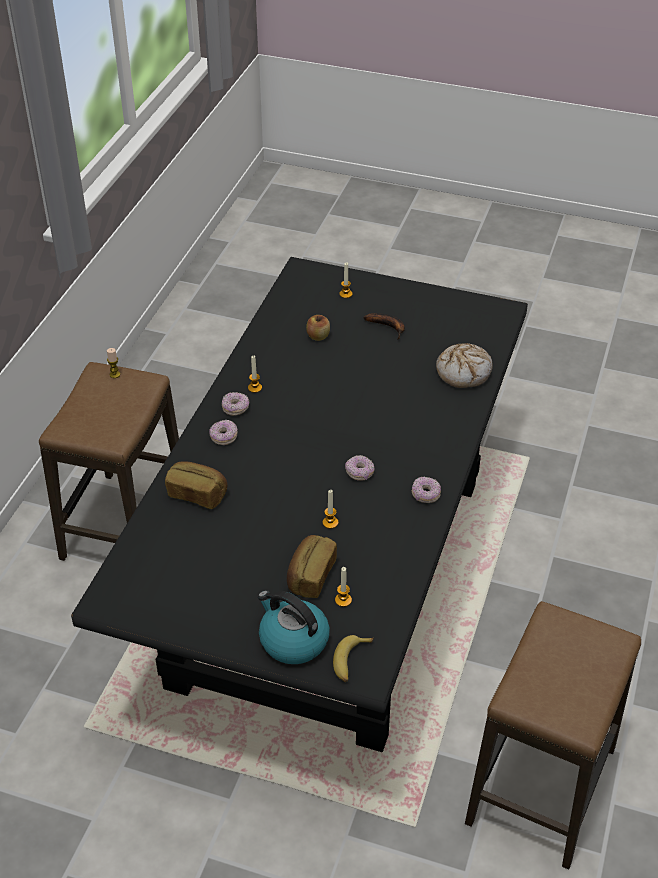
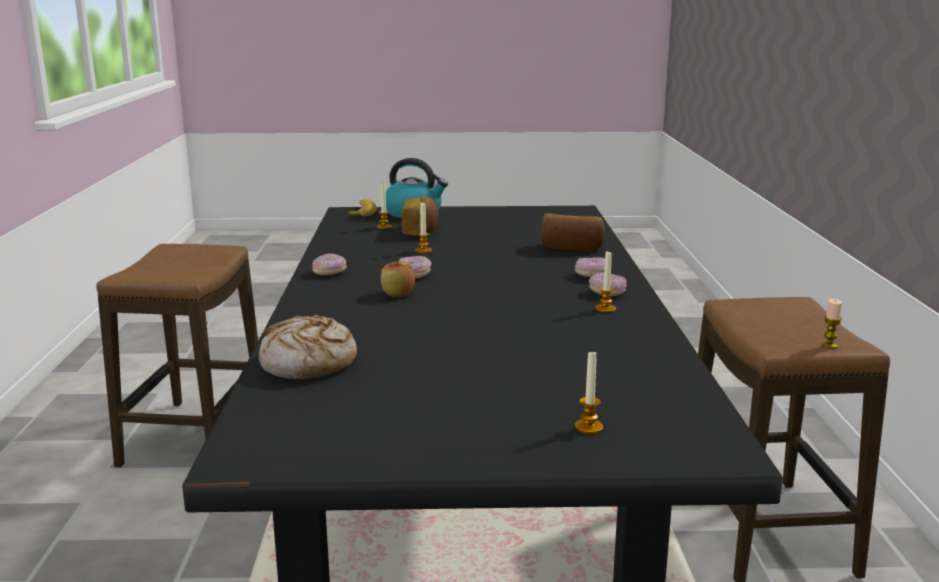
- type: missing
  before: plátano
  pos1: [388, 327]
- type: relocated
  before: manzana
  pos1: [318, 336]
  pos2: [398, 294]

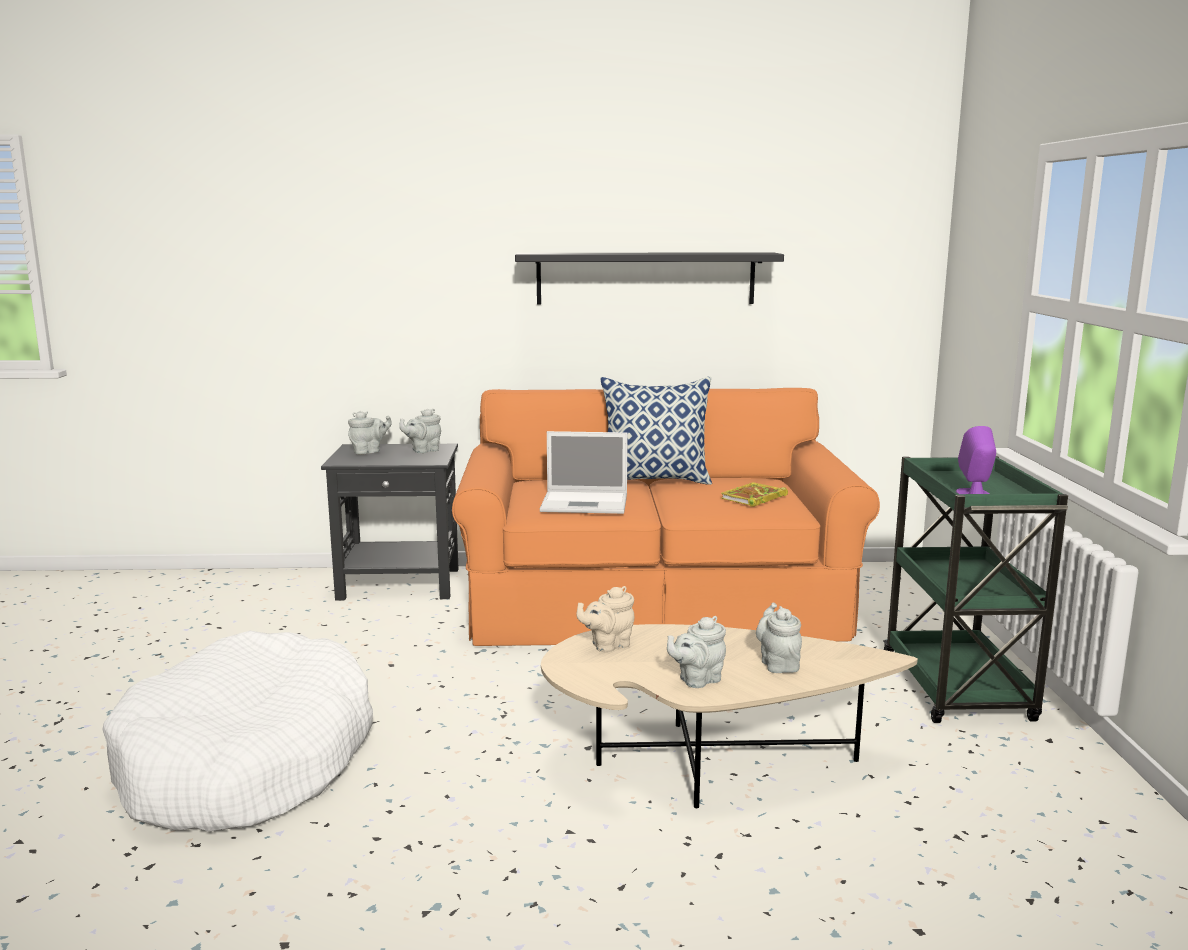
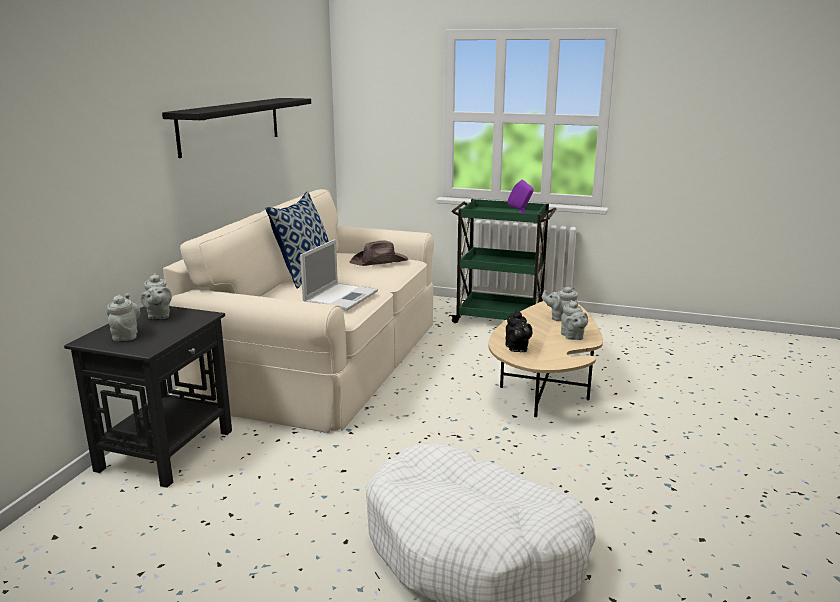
- type: colour
  before: sofá (naranja)
  after: sofá (beis)
  pos1: [655, 602]
  pos2: [324, 359]
- type: exchanged
  before: libro
  after: sombrero (marrón)
  pos1: [753, 498]
  pos2: [379, 261]
- type: colour
  before: tetera (beis)
  after: tetera (negro)
  pos1: [608, 645]
  pos2: [517, 349]

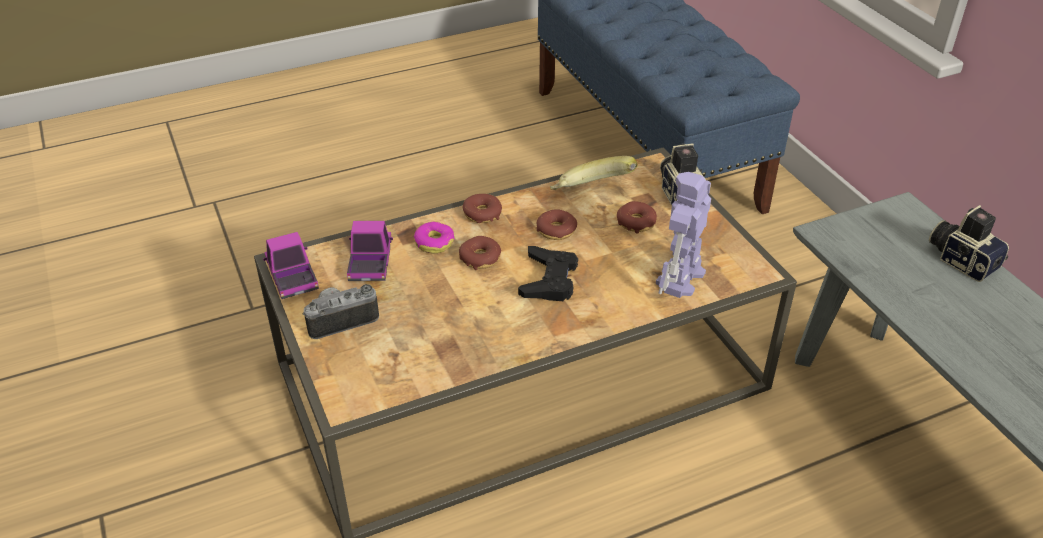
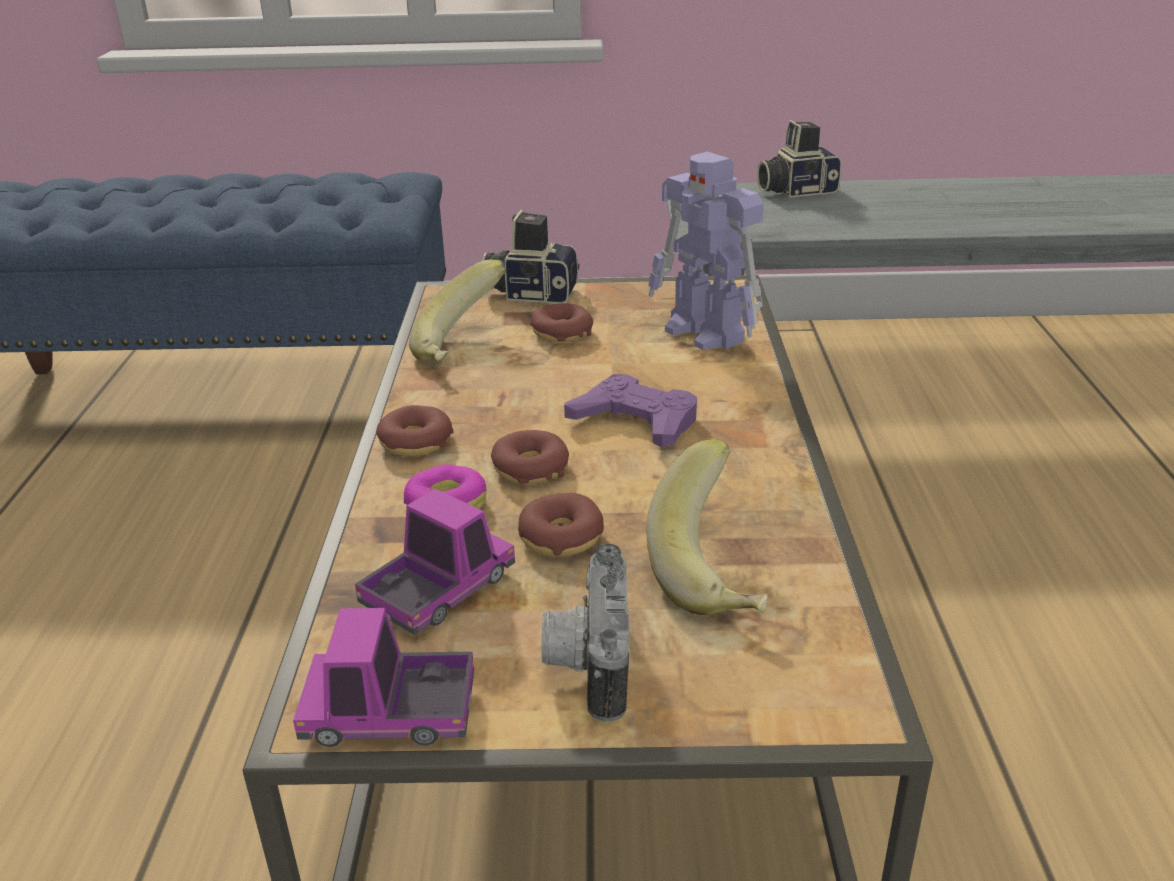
- type: relocated
  before: rosquilla
  pos1: [556, 230]
  pos2: [561, 537]
- type: spun
  before: camión de juguete
  pos1: [370, 263]
  pos2: [439, 591]
  turn: 105
- type: colour
  before: mando de consola (negro)
  after: mando de consola (morado)
  pos1: [549, 280]
  pos2: [635, 421]
- type: appeared
  after: plátano
  pos2: [718, 572]

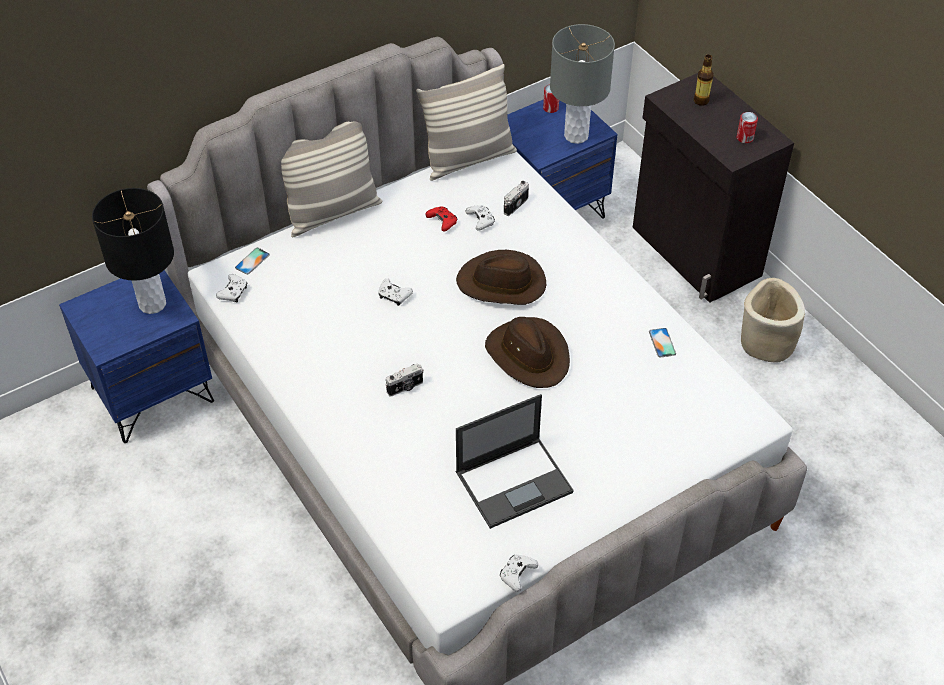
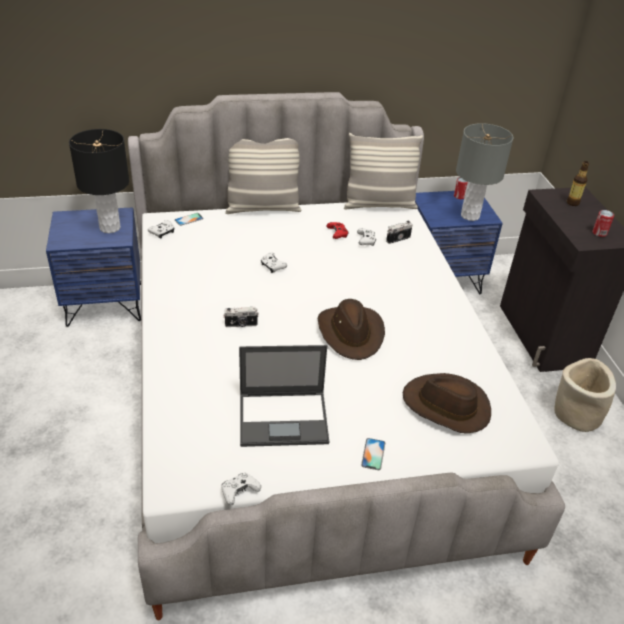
- type: relocated
  before: sombrero (marrón)
  pos1: [502, 283]
  pos2: [446, 406]
- type: relocated
  before: móvil
  pos1: [662, 343]
  pos2: [373, 454]

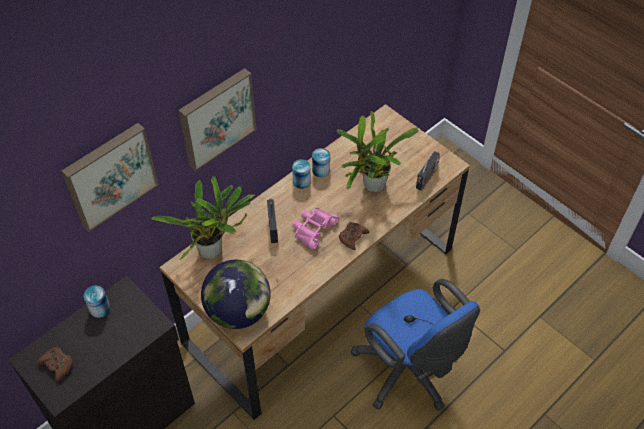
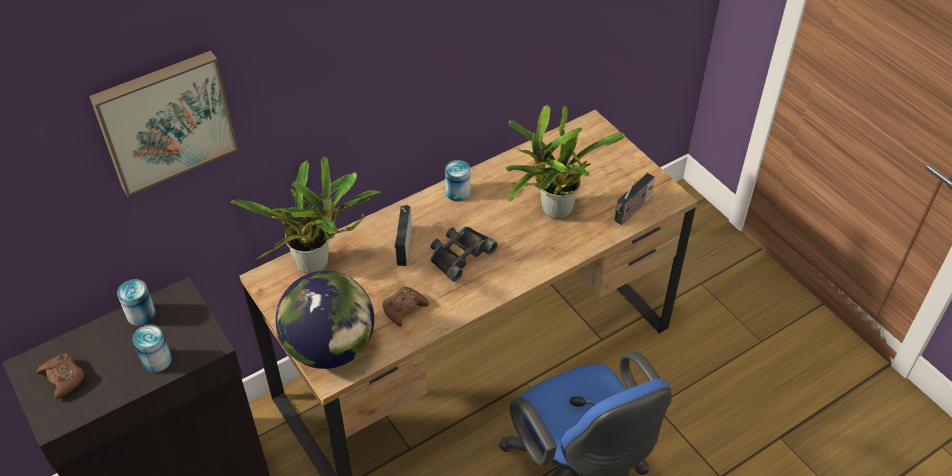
- type: missing
  before: cuadro
  pos1: [216, 117]
- type: relocated
  before: lata
  pos1: [321, 170]
  pos2: [157, 360]
- type: colour
  before: prismáticos (rosa)
  after: prismáticos (negro)
  pos1: [313, 228]
  pos2: [459, 254]
- type: relocated
  before: mando de consola (marrón)
  pos1: [353, 237]
  pos2: [404, 309]

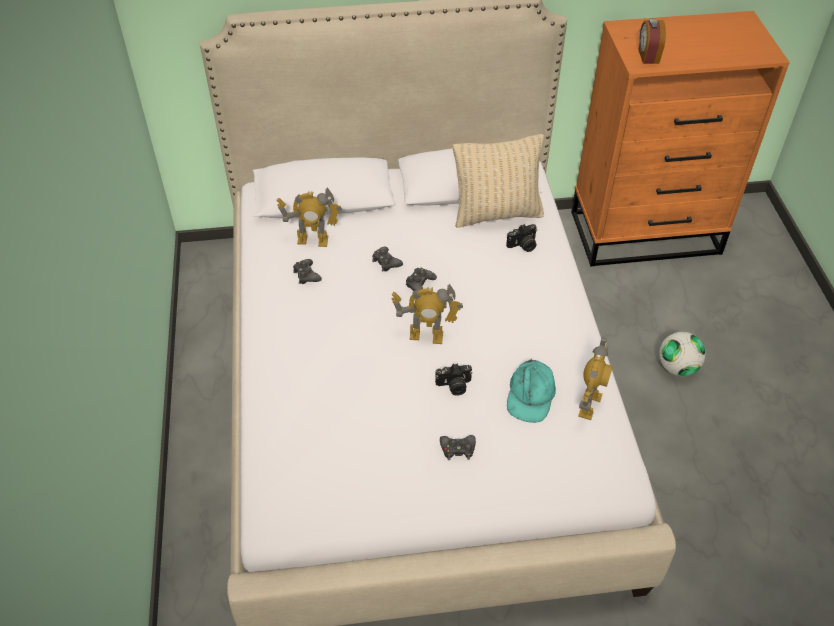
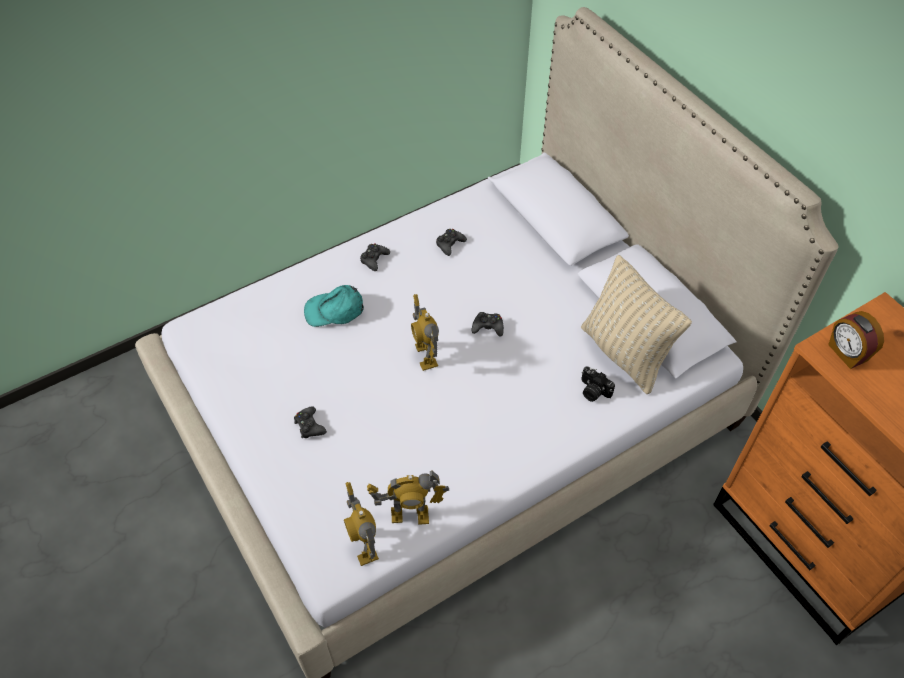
- type: spun
  before: despertador
  pos1: [648, 56]
  pos2: [846, 353]
  turn: -90
- type: relocated
  before: robot de juguete
  pos1: [313, 240]
  pos2: [364, 546]
- type: relocated
  before: mando de consola (negro)
  pos1: [386, 262]
  pos2: [374, 259]
- type: missing
  before: balón de fútbol
  pos1: [677, 367]
- type: relocated
  before: gorra (turquesa)
  pos1: [530, 395]
  pos2: [334, 310]
- type: missing
  before: cámara
  pos1: [454, 386]

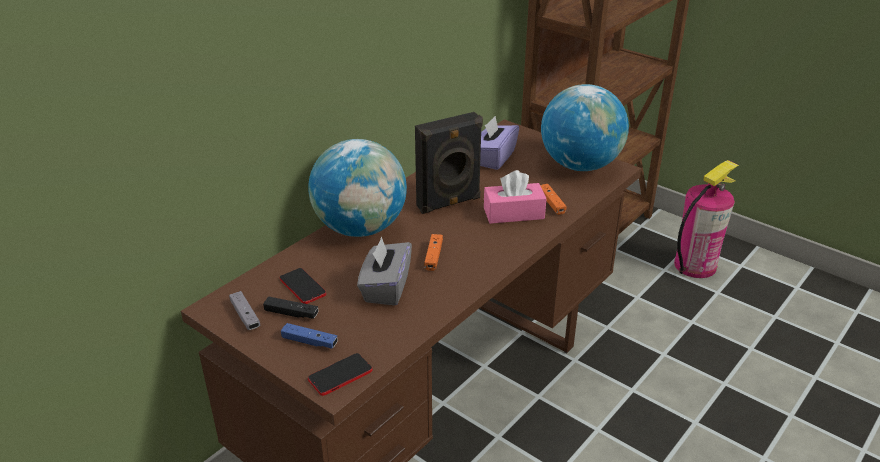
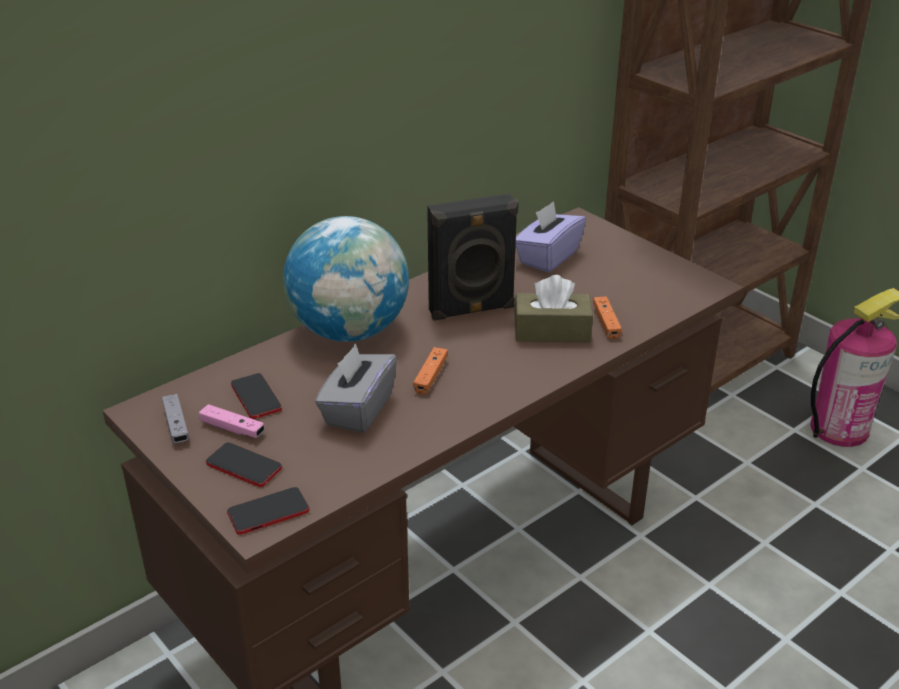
- type: missing
  before: globo terráqueo
  pos1: [580, 165]
- type: colour
  before: caja de pañuelos (rosa)
  after: caja de pañuelos (marrón)
  pos1: [513, 213]
  pos2: [552, 331]
- type: colour
  before: mando de consola (negro)
  after: mando de consola (rosa)
  pos1: [291, 313]
  pos2: [232, 428]
- type: exchanged
  before: mando de consola (azul)
  after: móvil
  pos1: [309, 342]
  pos2: [244, 466]

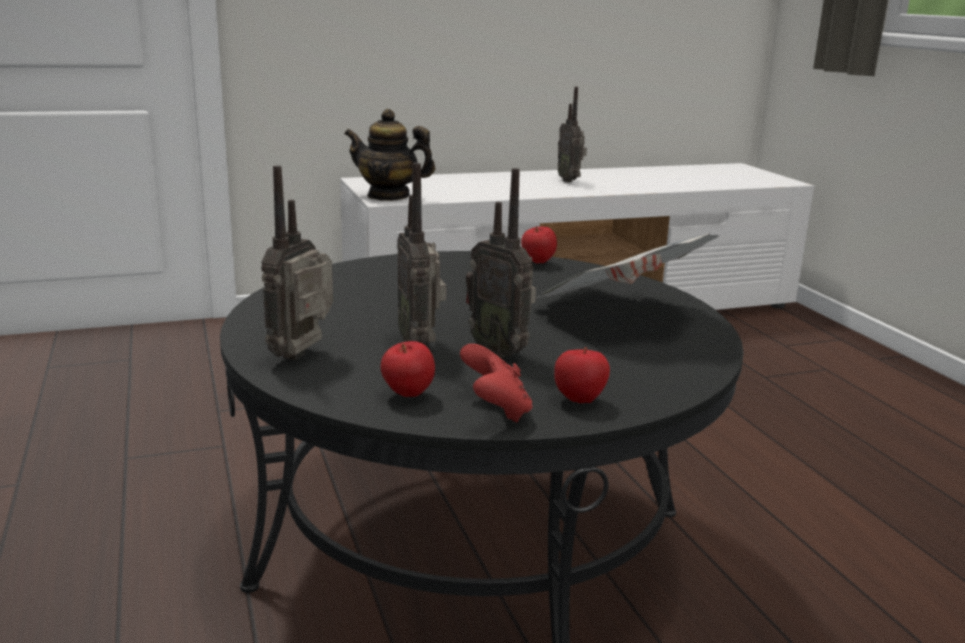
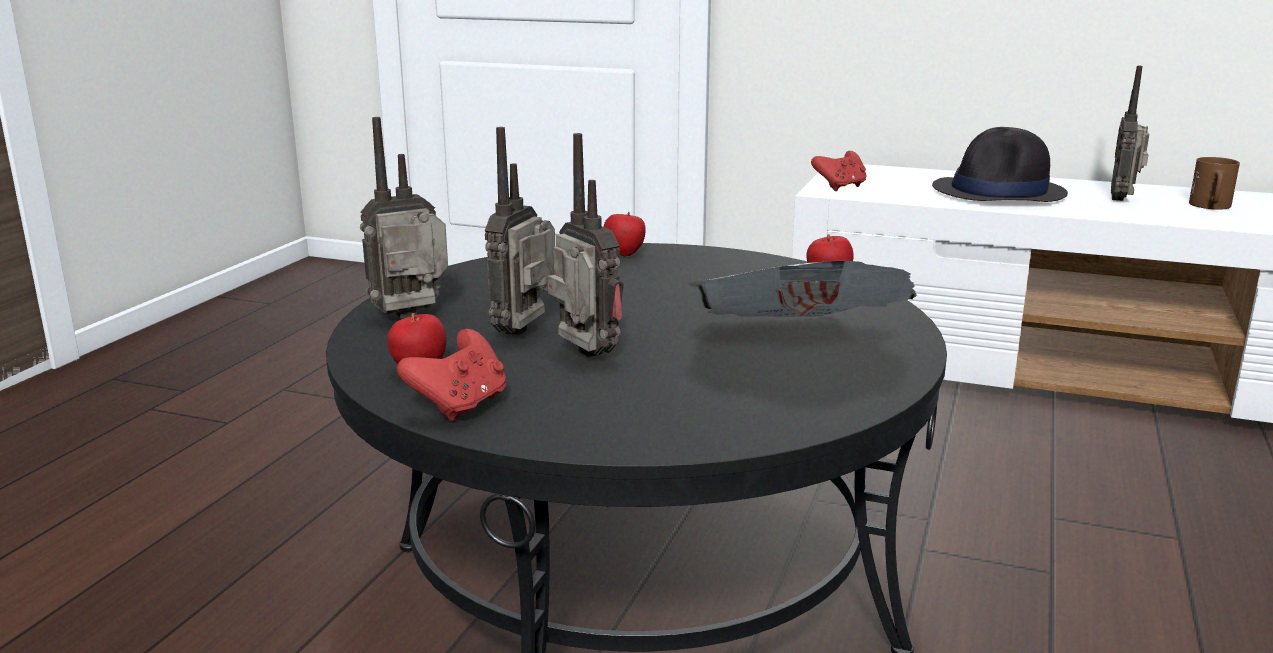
- type: exchanged
  before: tetera
  after: mando de consola (rojo)
  pos1: [389, 196]
  pos2: [840, 187]
- type: spun
  before: radio
  pos1: [500, 351]
  pos2: [584, 357]
  turn: 150
- type: relocated
  before: manzana
  pos1: [579, 400]
  pos2: [625, 255]
- type: appeared
  after: sombrero (negro)
  pos2: [999, 192]
- type: appeared
  after: taza grande (marrón)
  pos2: [1210, 207]

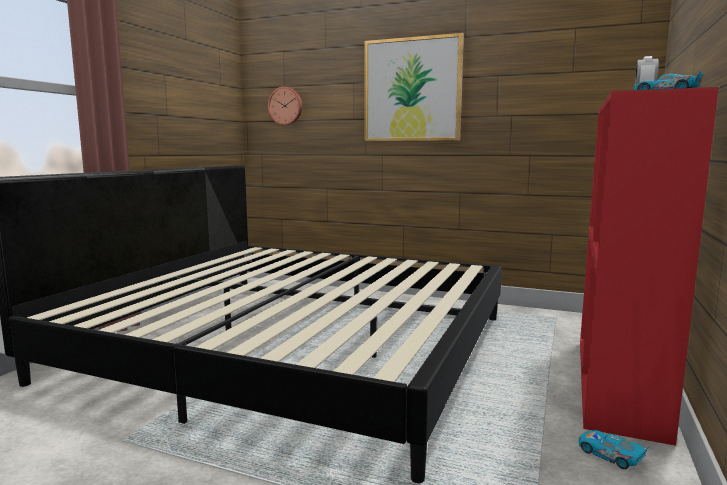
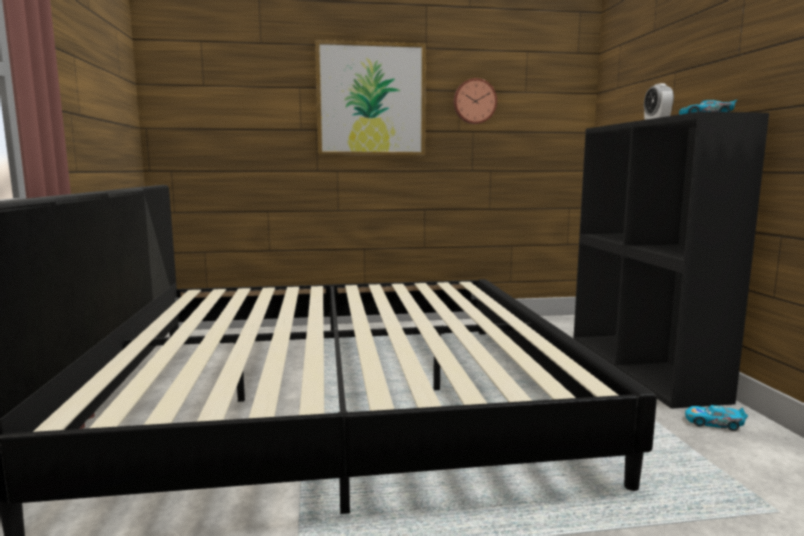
- type: relocated
  before: reloj de pared
  pos1: [286, 106]
  pos2: [474, 101]
- type: colour
  before: estantería (rojo)
  after: estantería (negro)
  pos1: [619, 384]
  pos2: [643, 368]

